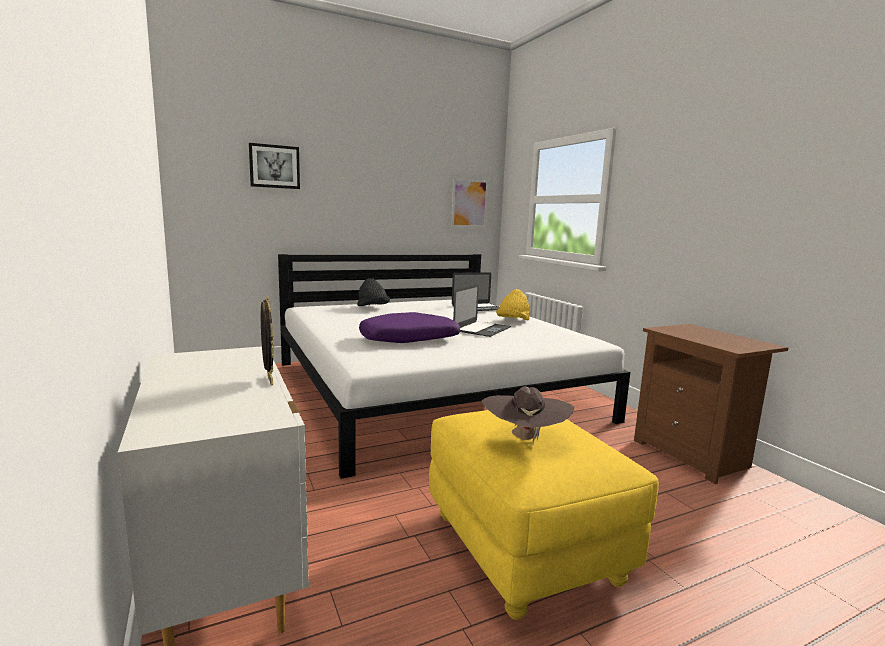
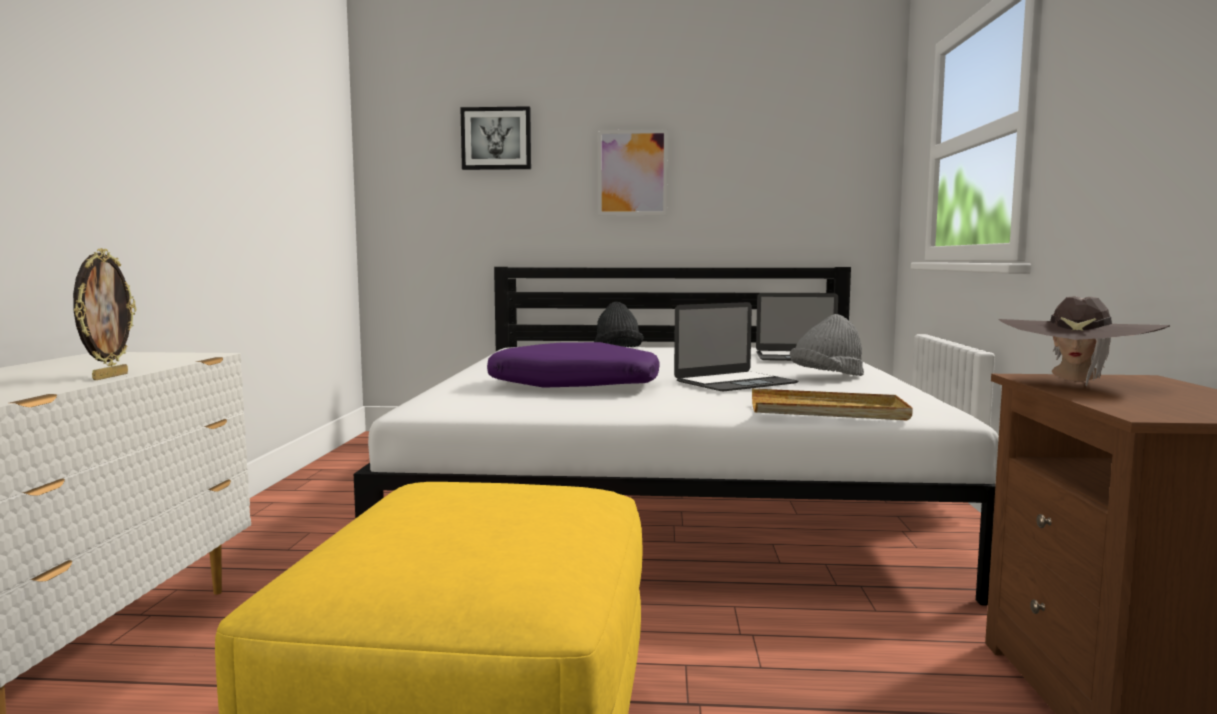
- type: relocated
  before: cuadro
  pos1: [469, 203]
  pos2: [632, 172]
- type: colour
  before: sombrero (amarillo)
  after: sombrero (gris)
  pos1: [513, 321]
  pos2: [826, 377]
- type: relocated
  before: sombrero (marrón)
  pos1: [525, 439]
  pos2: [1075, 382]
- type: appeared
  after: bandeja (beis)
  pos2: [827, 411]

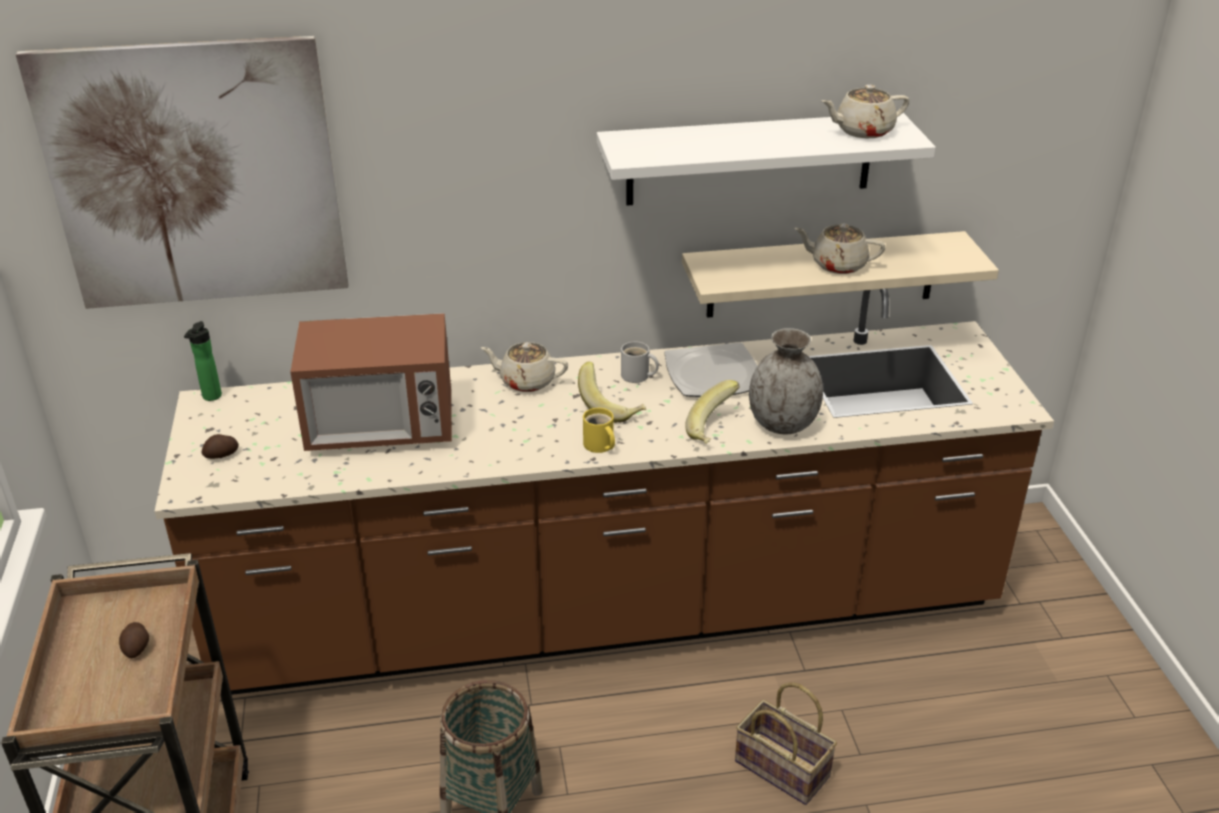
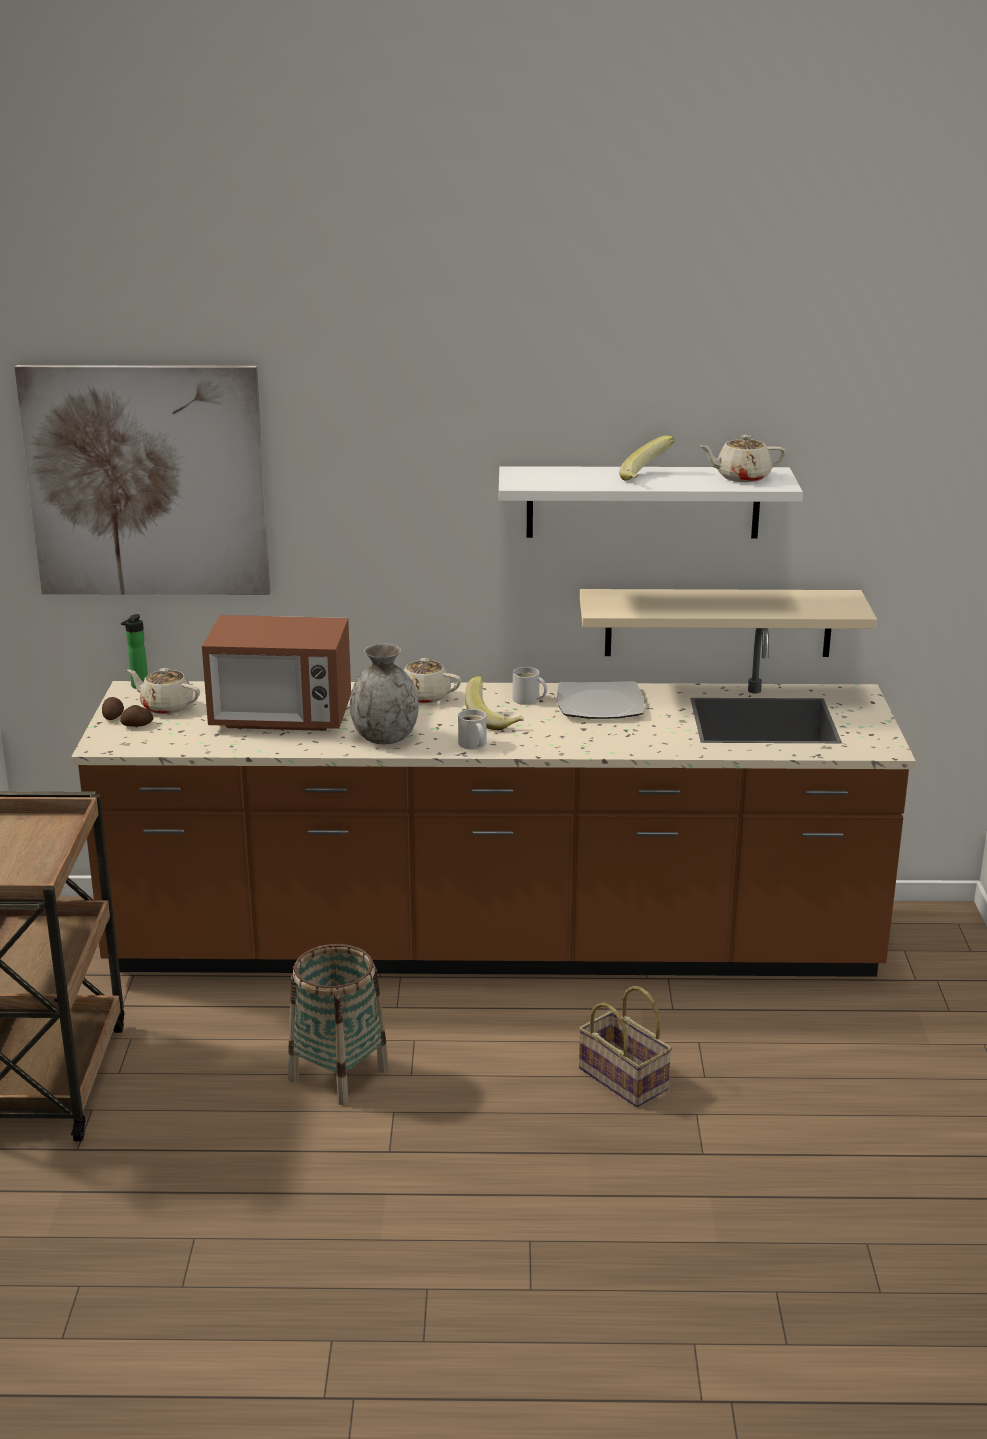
- type: relocated
  before: tetera (beis)
  pos1: [837, 265]
  pos2: [166, 707]
- type: relocated
  before: florero (gris)
  pos1: [782, 424]
  pos2: [384, 738]
- type: relocated
  before: plátano
  pos1: [714, 430]
  pos2: [647, 478]
- type: colour
  before: taza grande (amarillo)
  after: taza grande (blanco)
  pos1: [599, 446]
  pos2: [472, 745]
- type: relocated
  before: patata
  pos1: [137, 647]
  pos2: [114, 716]

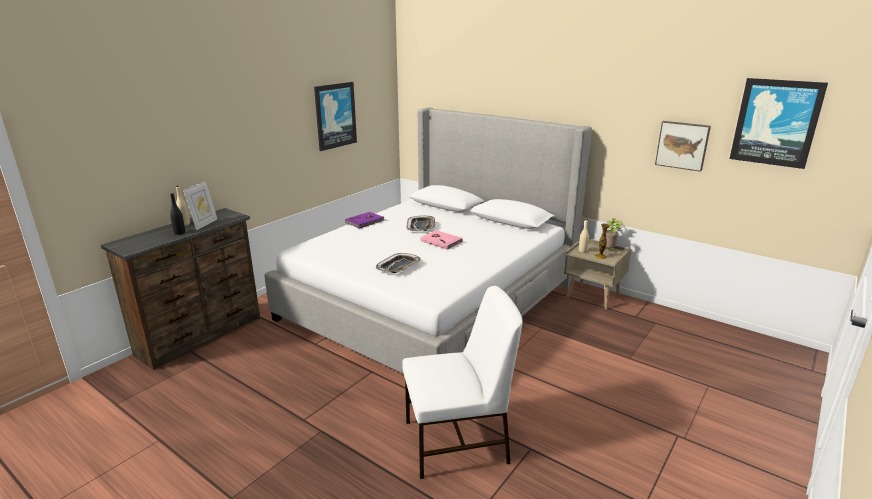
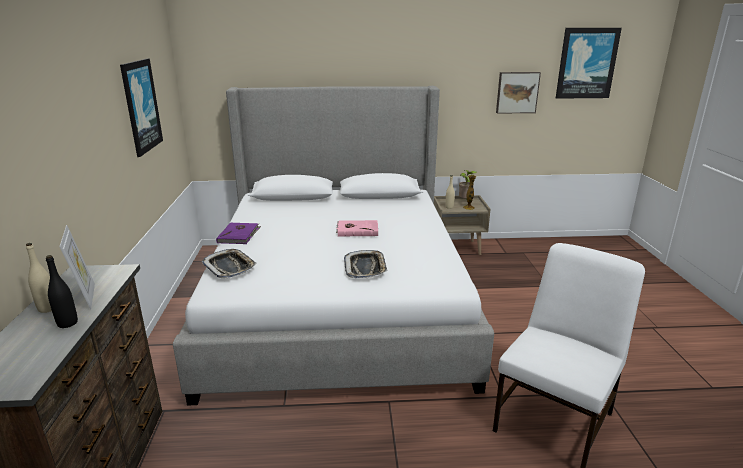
- type: relocated
  before: bandeja
  pos1: [421, 226]
  pos2: [230, 267]

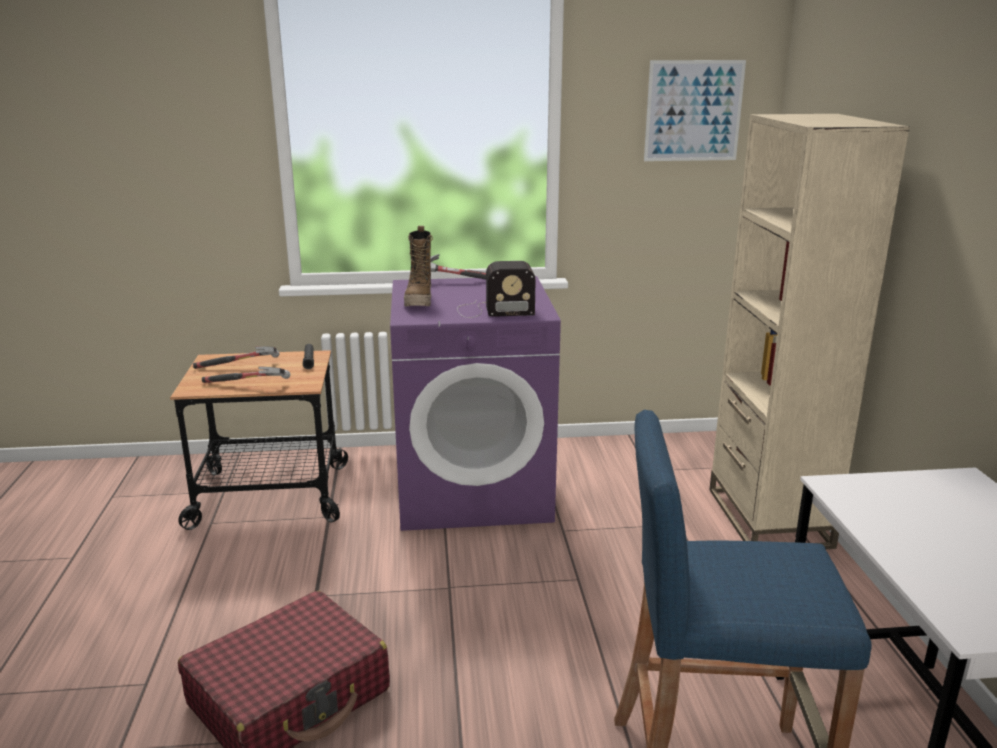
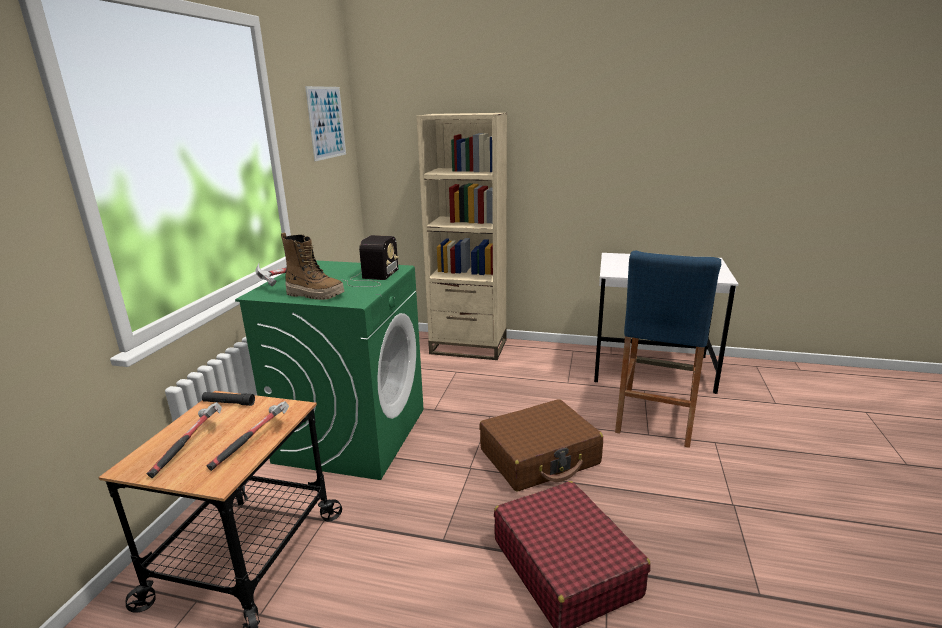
- type: colour
  before: lavadora (morado)
  after: lavadora (verde)
  pos1: [474, 490]
  pos2: [352, 434]
- type: appeared
  after: maleta (marrón)
  pos2: [540, 457]

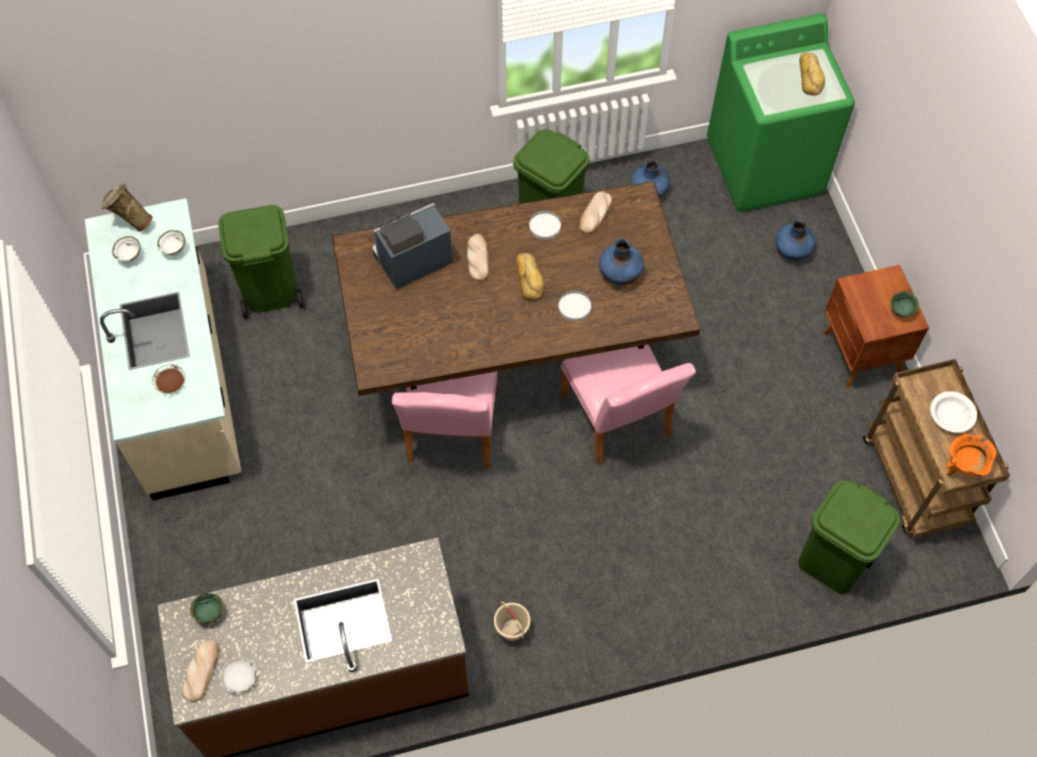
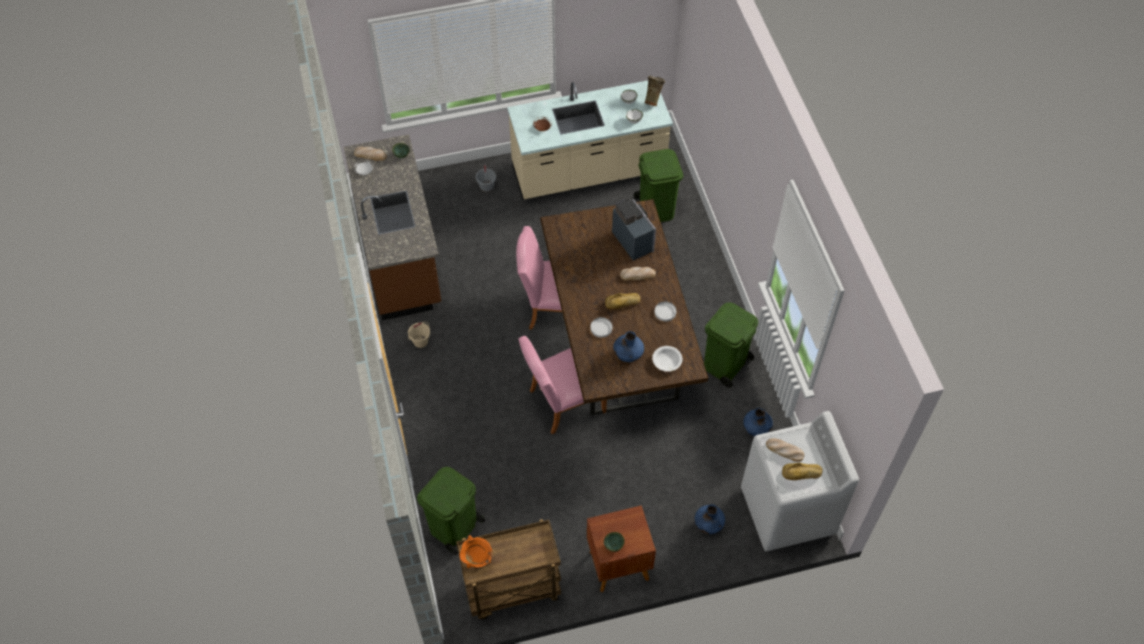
- type: colour
  before: lavadora (verde)
  after: lavadora (blanco)
  pos1: [765, 167]
  pos2: [787, 511]
- type: relocated
  before: pan
  pos1: [595, 214]
  pos2: [784, 450]
- type: relocated
  before: cuenco (blanco)
  pos1: [951, 415]
  pos2: [666, 361]
- type: appeared
  after: cubo (gris)
  pos2: [486, 187]

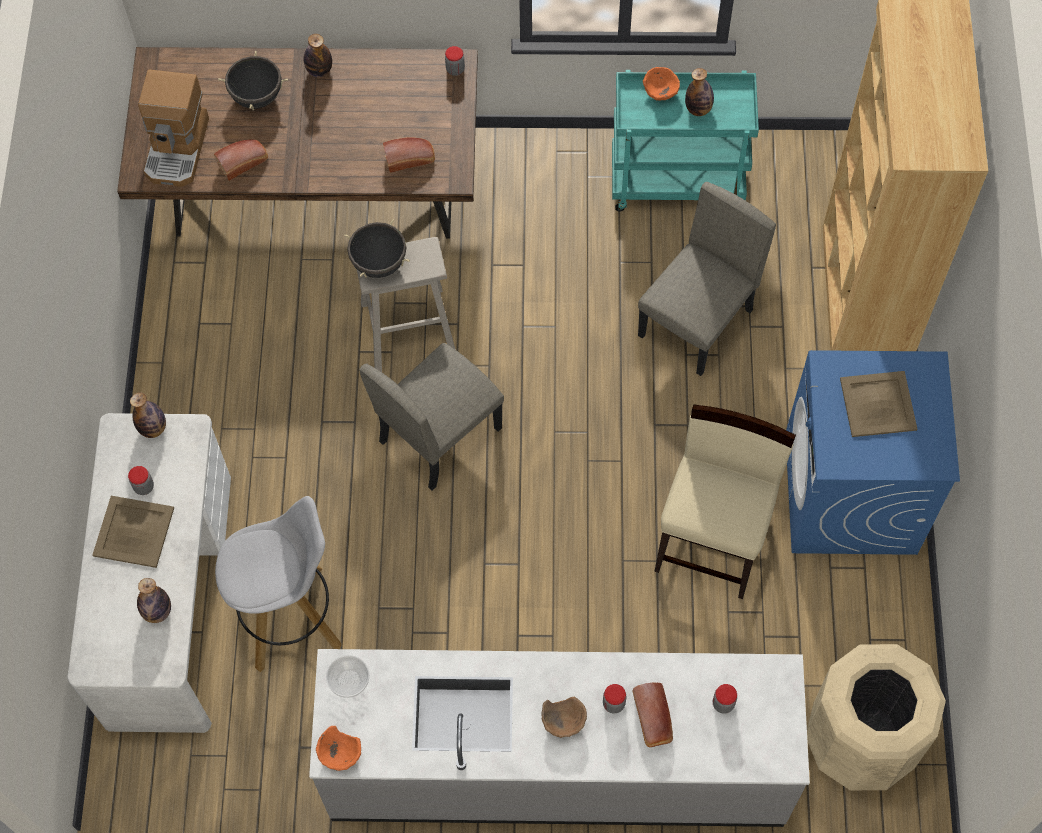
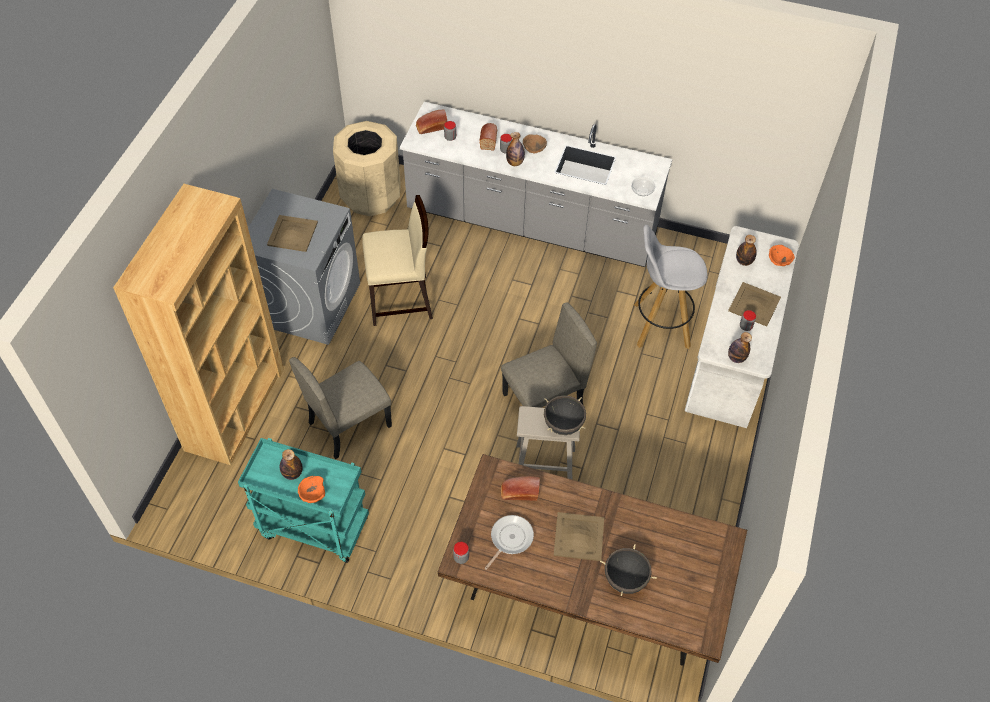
- type: relocated
  before: botella
  pos1: [319, 70]
  pos2: [515, 163]
- type: missing
  before: cafetera
  pos1: [178, 148]
- type: relocated
  before: pan
  pos1: [244, 162]
  pos2: [431, 127]
- type: colour
  before: lavadora (azul)
  after: lavadora (gris)
  pos1: [850, 494]
  pos2: [309, 303]
- type: spun
  before: silla (beis)
  pos1: [713, 541]
  pos2: [401, 301]
  turn: -135
- type: relocated
  before: cuenco (naranja)
  pos1: [339, 754]
  pos2: [779, 261]
- type: appeared
  after: bandeja (beis)
  pos2: [579, 537]
- type: appeared
  after: sartén
  pos2: [510, 539]

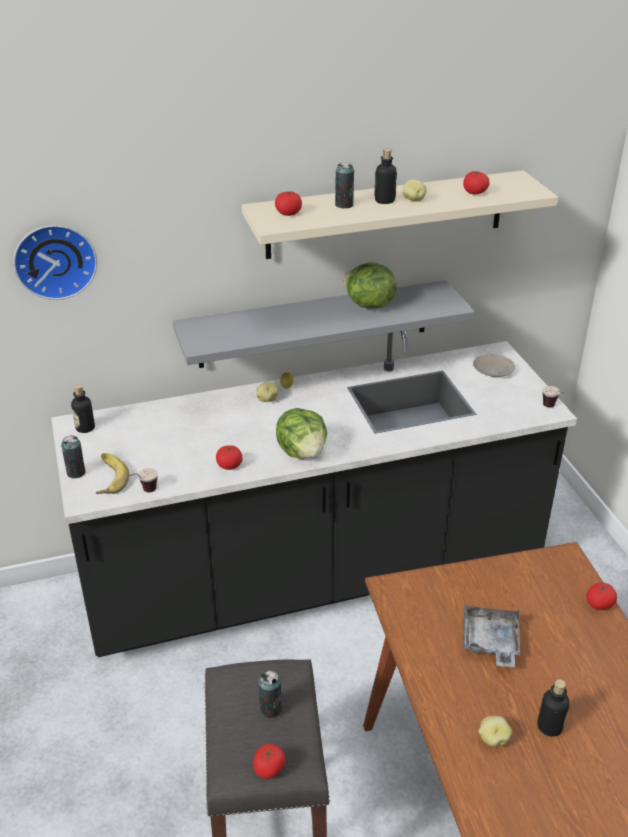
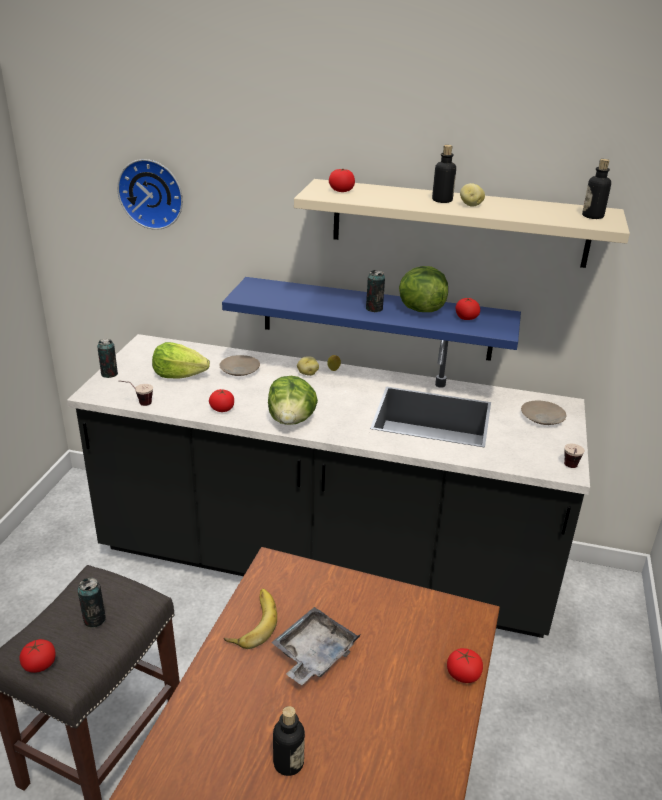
- type: relocated
  before: lata
  pos1: [344, 205]
  pos2: [374, 309]
- type: relocated
  before: tomate
  pos1: [475, 192]
  pos2: [466, 318]
- type: colour
  before: estante (gris)
  after: estante (azul)
  pos1: [314, 324]
  pos2: [376, 319]
- type: relocated
  before: botella
  pos1: [85, 428]
  pos2: [592, 216]
- type: relocated
  before: plátano
  pos1: [107, 477]
  pos2: [251, 622]
- type: missing
  before: patata
  pos1: [493, 738]
- type: appeared
  after: lechuga
  pos2: [179, 375]
- type: appeared
  after: plato (beis)
  pos2: [239, 370]

